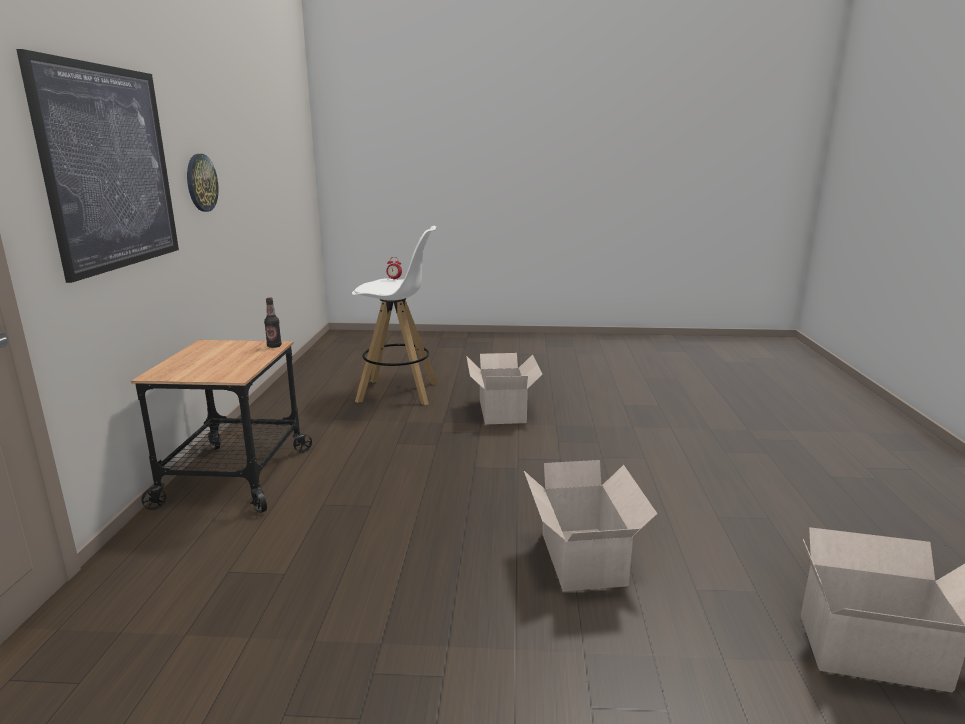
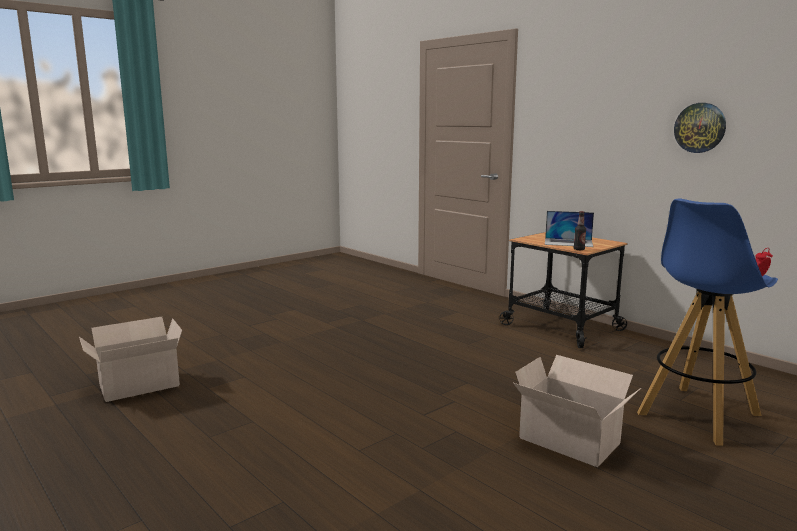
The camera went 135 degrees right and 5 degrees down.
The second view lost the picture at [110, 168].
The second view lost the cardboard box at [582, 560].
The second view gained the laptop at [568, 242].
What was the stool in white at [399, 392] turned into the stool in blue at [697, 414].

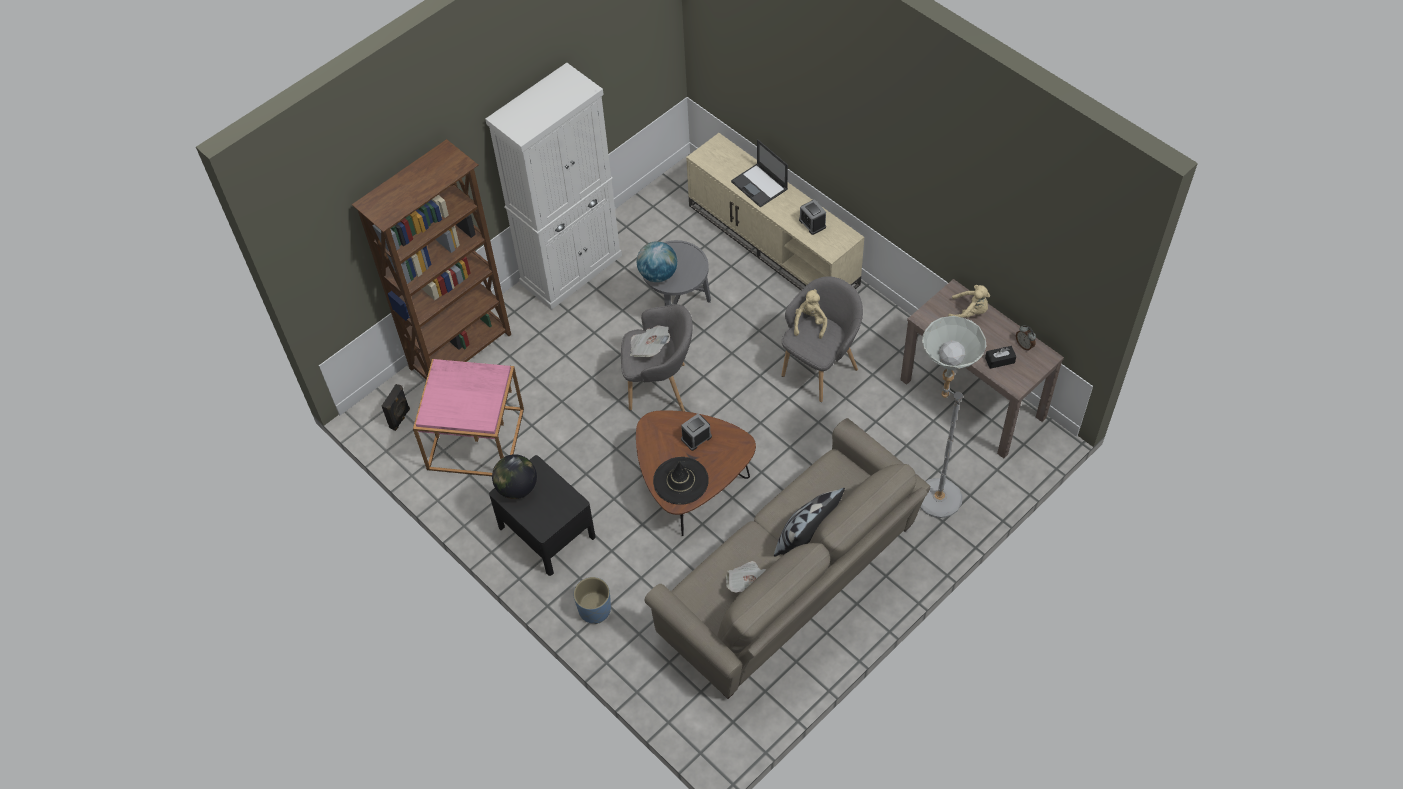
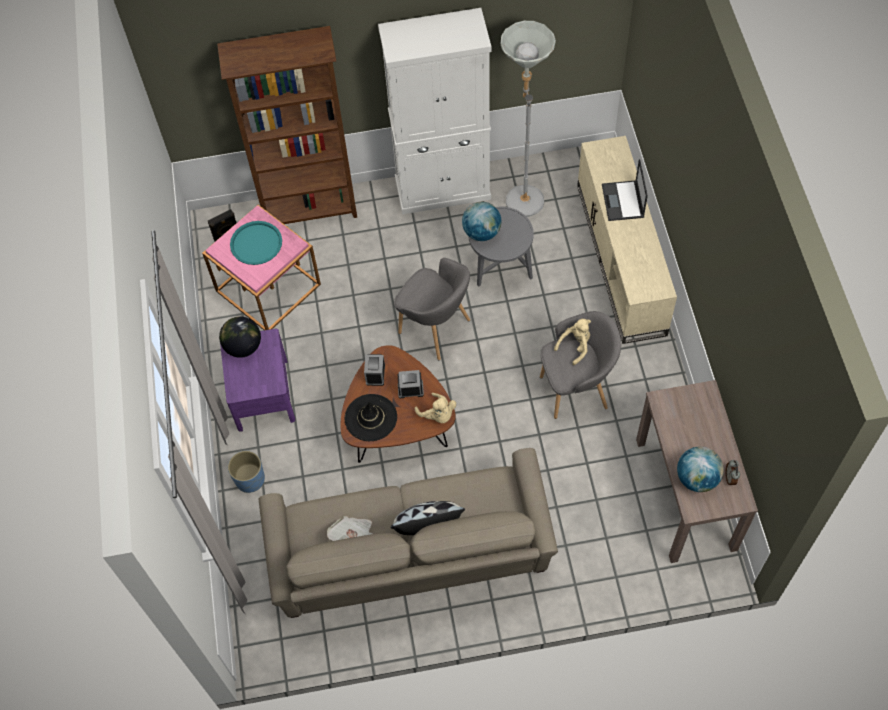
The camera went 35 degrees right and 5 degrees up.
The second view lost the newspaper at [649, 348].
The second view gained the tray in turquoise at [256, 243].
The alarm clock ended up elsewhere, having gone from [812, 223] to [375, 374].
The floor lamp in grey ended up elsewhere, having gone from [931, 492] to [523, 194].
The plush toy in beige ended up elsewhere, having gone from [970, 311] to [438, 415].
Where the tissue box in black stood at [999, 360], the globe came to stand at [697, 478].
What was the nightstand in black at [547, 532] turned into the nightstand in purple at [262, 394].

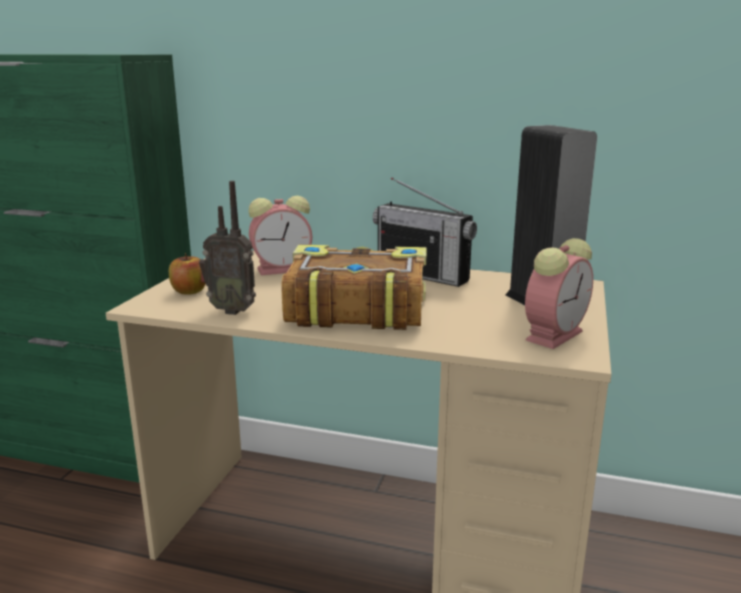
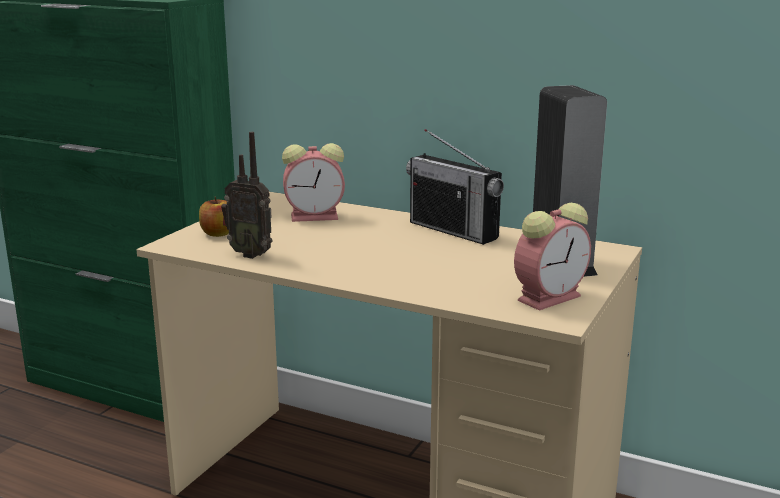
The camera went 10 degrees right and 0 degrees up.
The second view lost the book at [355, 307].

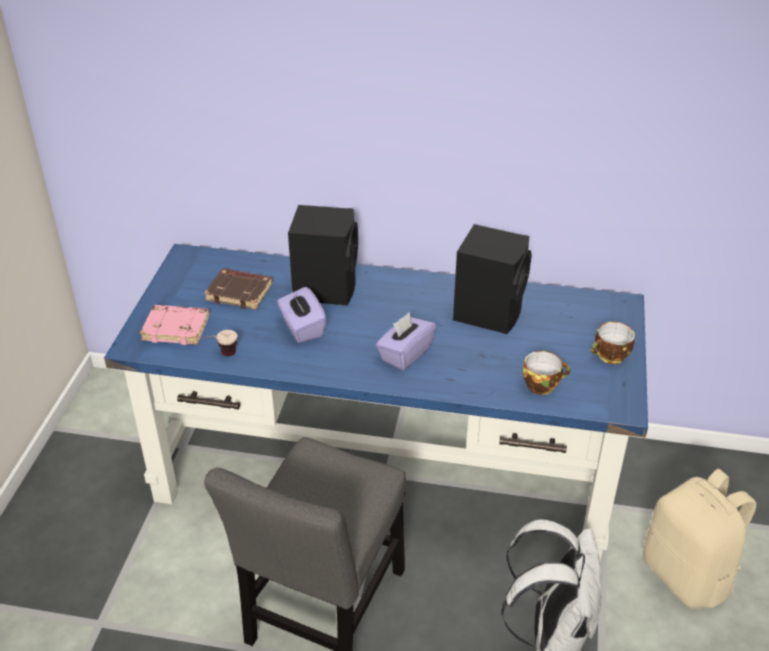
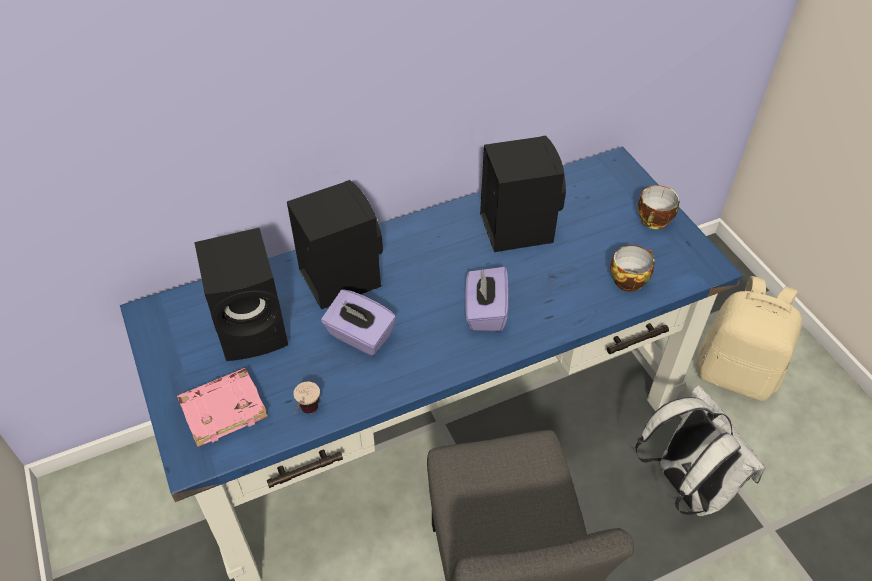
The camera went 35 degrees left and 10 degrees up.
Where the book in brown stood at [240, 292], the speaker in black came to stand at [254, 328].

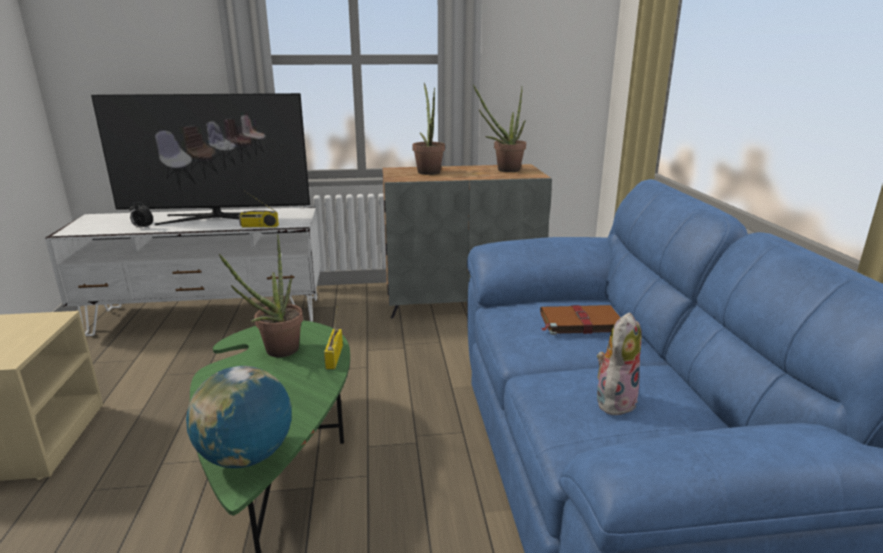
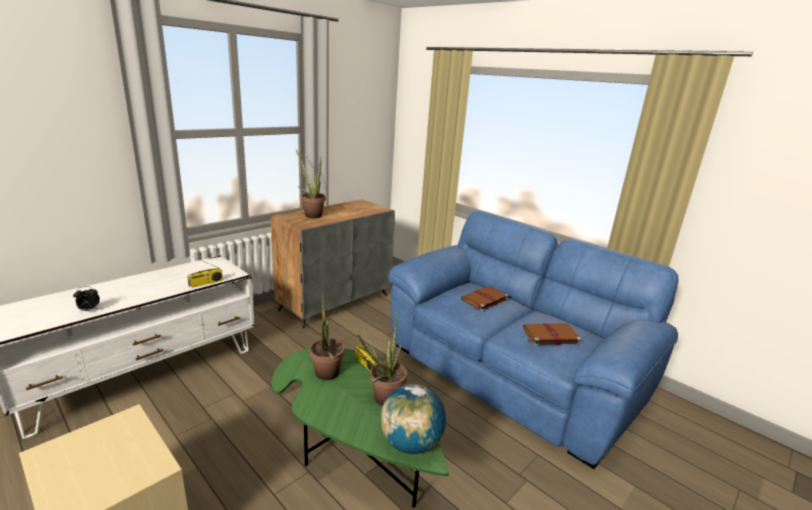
The camera went 40 degrees left and 0 degrees up.
The second view lost the television at [216, 218].
The potted plant ended up elsewhere, having gone from [503, 170] to [382, 401].
Where the plush toy stood at [614, 400], the book in brown came to stand at [549, 336].

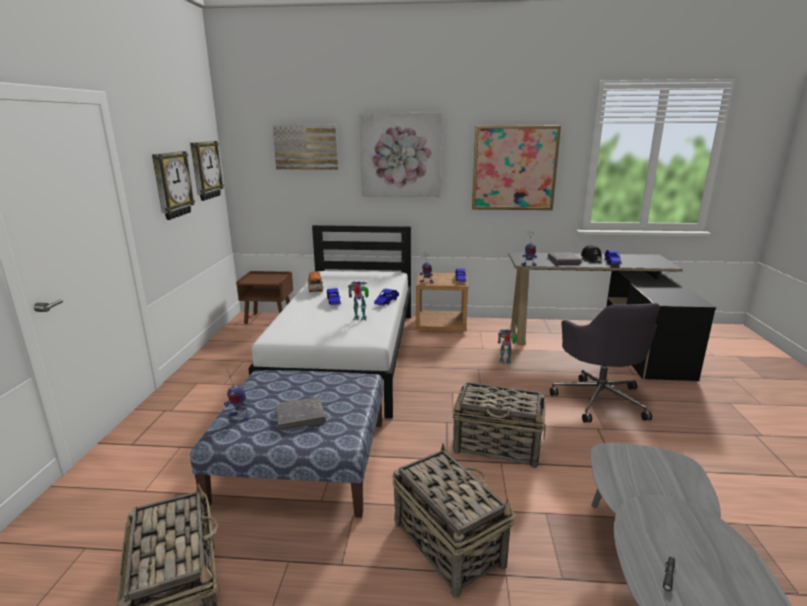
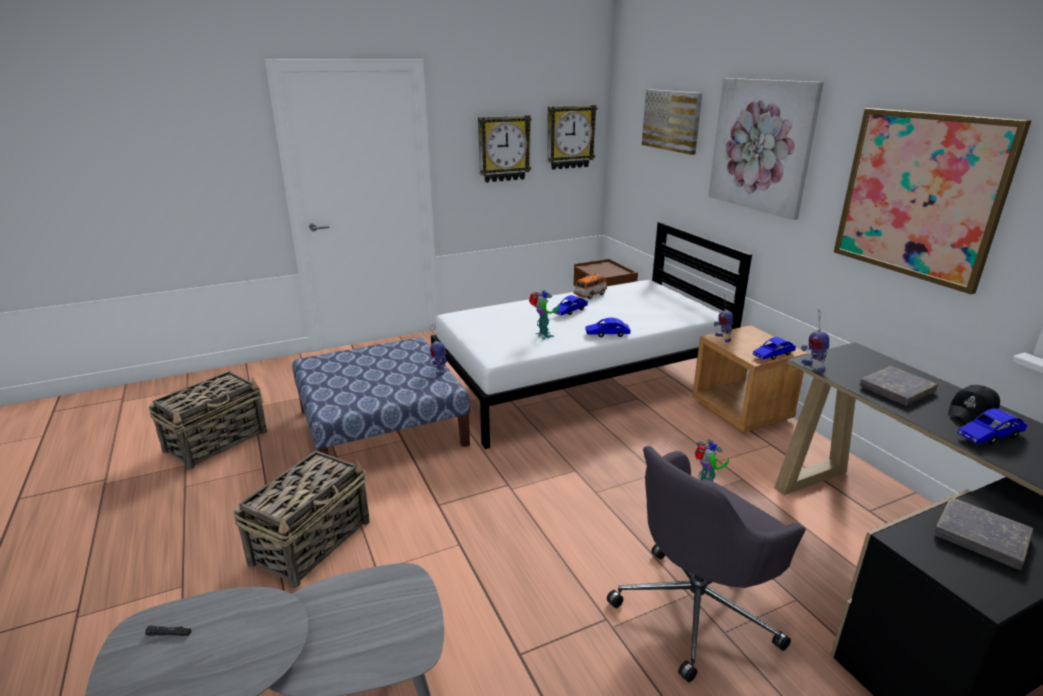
The camera went 60 degrees right and 5 degrees up.
The second view lost the basket at [498, 446].
The toy robot ended up elsewhere, having gone from [239, 416] to [439, 370].
The book in grey ended up elsewhere, having gone from [300, 416] to [980, 537].

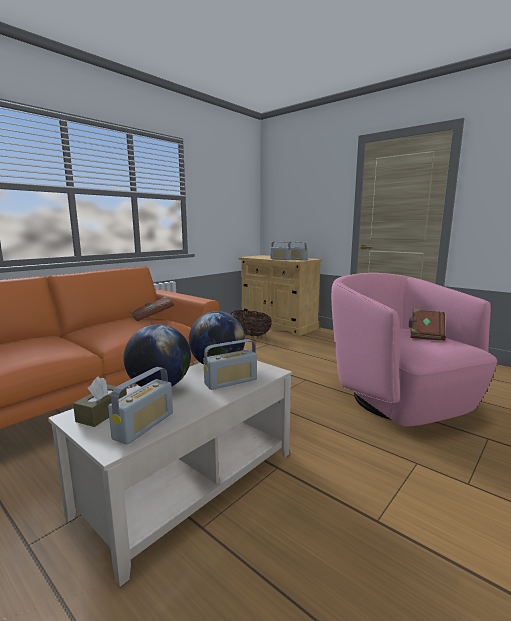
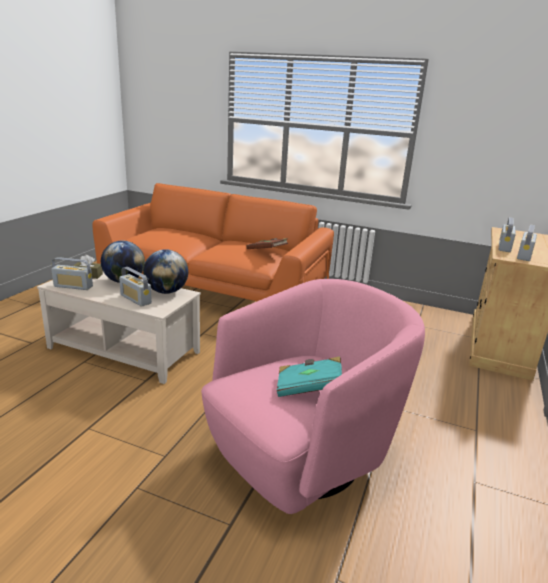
The camera went 70 degrees right and 10 degrees up.
The second view lost the basket at [249, 335].
What was the book in brown at [425, 334] turned into the book in turquoise at [308, 388].

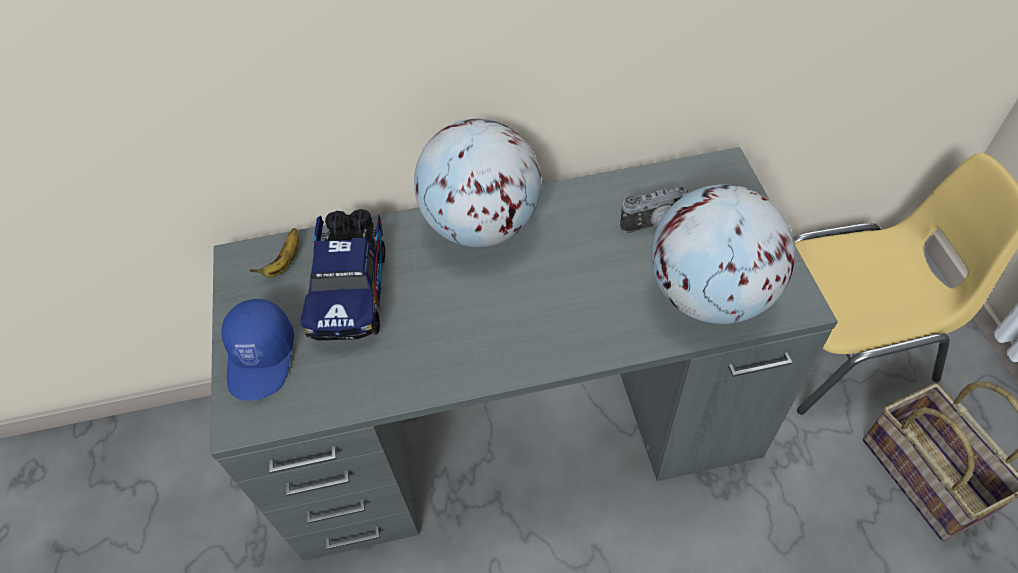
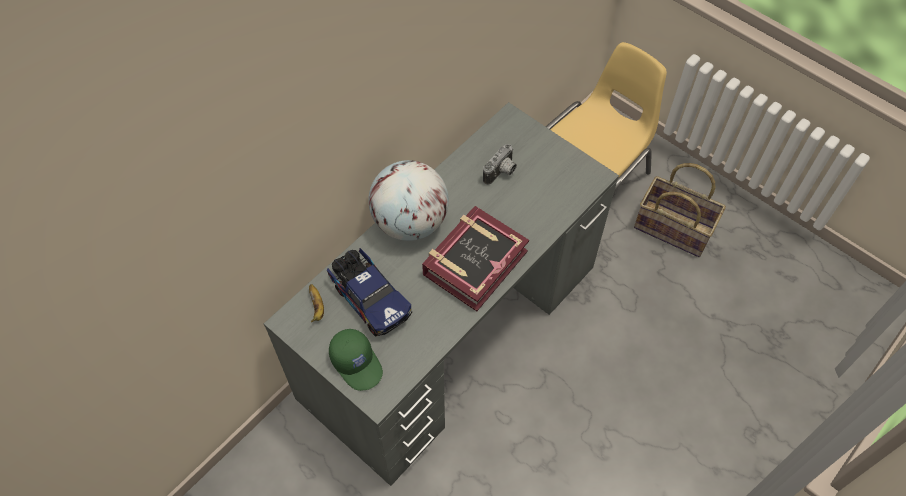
The camera went 40 degrees left and 5 degrees up.
The second view lost the globe at [710, 295].
The second view gained the book at [474, 262].
What was the cap in blue at [262, 358] turned into the cap in green at [357, 363].

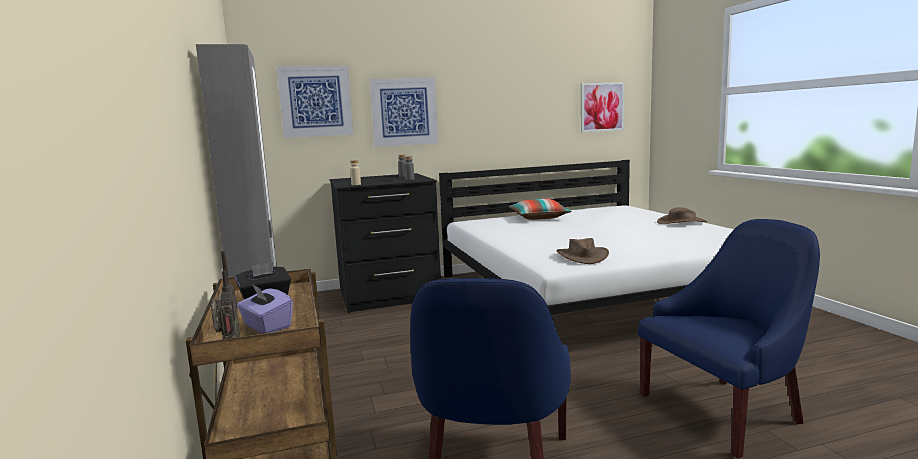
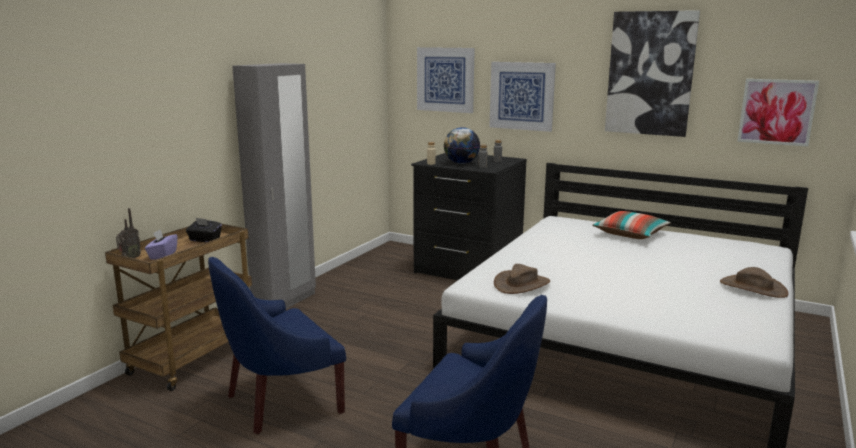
The camera went 45 degrees right and 5 degrees up.
The second view gained the globe at [461, 163].
The second view gained the picture at [650, 73].

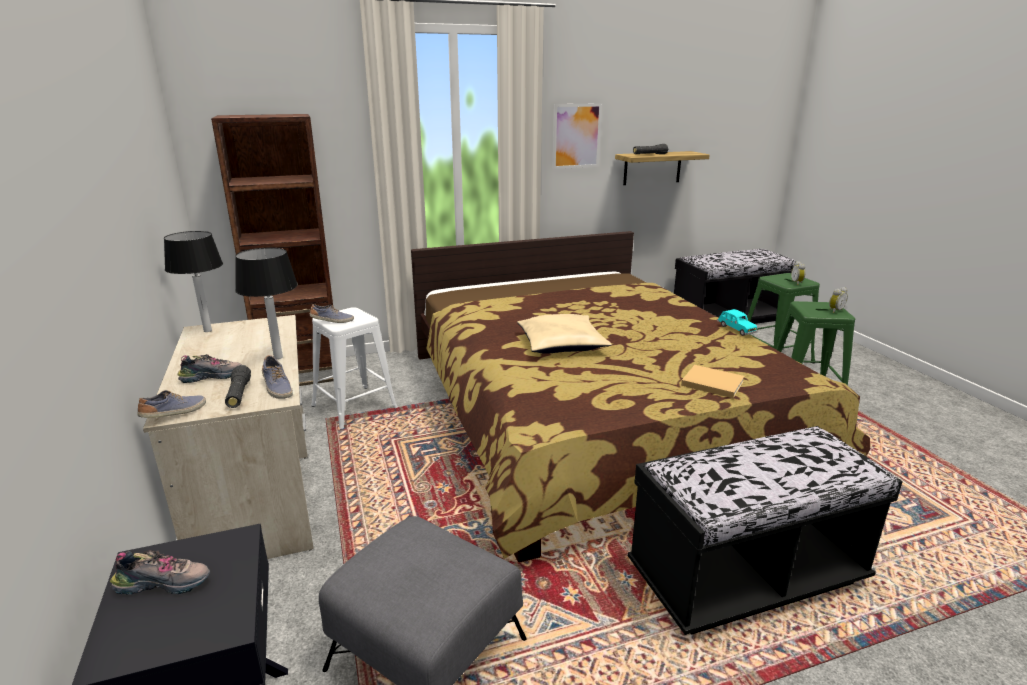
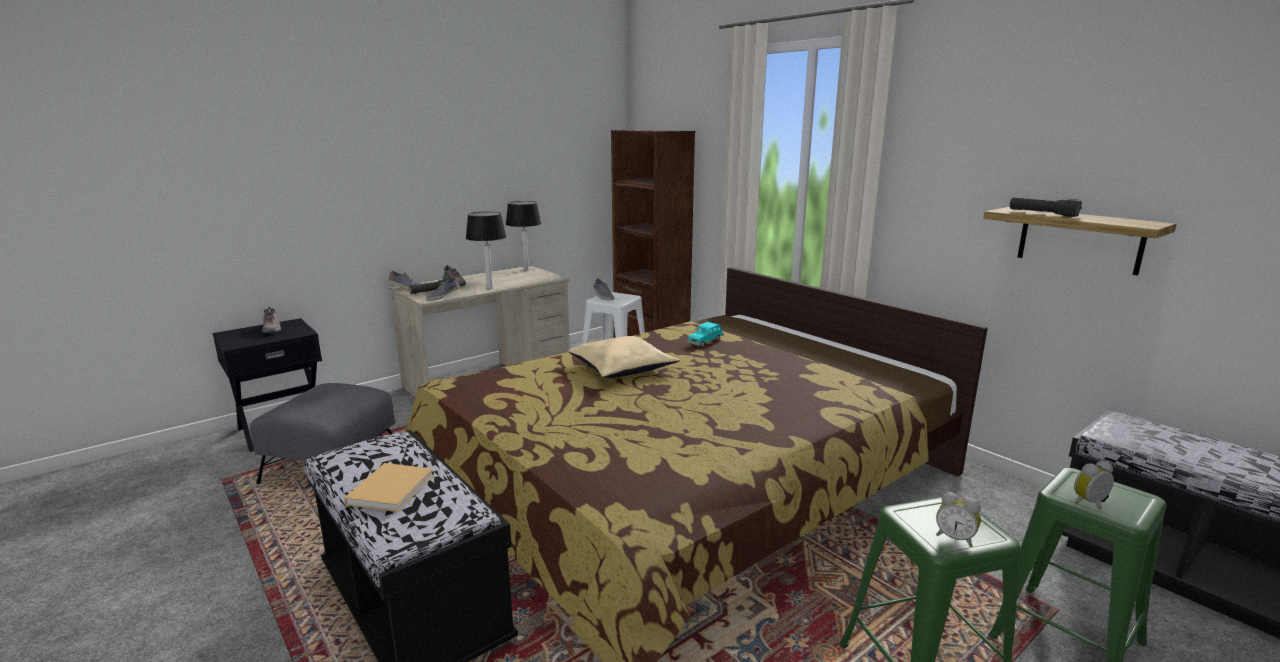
The camera went 70 degrees right and 5 degrees down.
The second view lost the picture at [576, 136].
The book in beige ended up elsewhere, having gone from [710, 383] to [392, 488].
The toy car in turquoise ended up elsewhere, having gone from [735, 329] to [705, 342].

